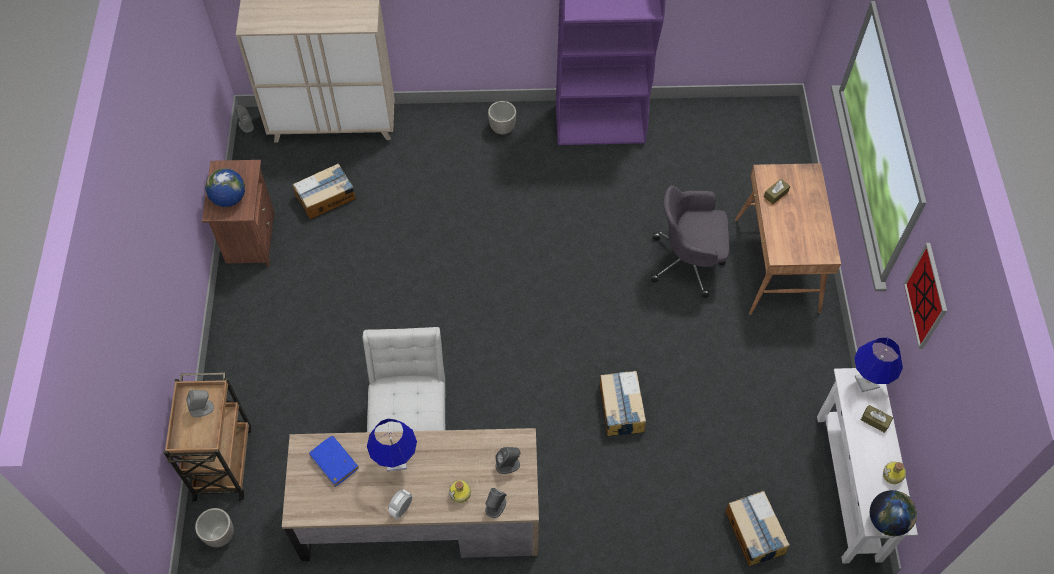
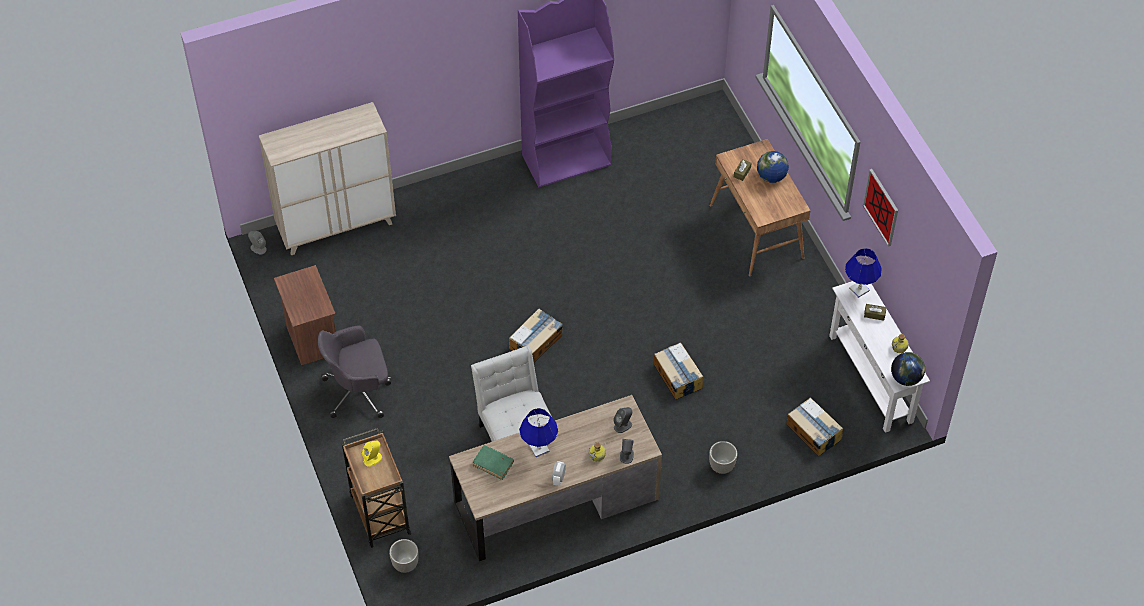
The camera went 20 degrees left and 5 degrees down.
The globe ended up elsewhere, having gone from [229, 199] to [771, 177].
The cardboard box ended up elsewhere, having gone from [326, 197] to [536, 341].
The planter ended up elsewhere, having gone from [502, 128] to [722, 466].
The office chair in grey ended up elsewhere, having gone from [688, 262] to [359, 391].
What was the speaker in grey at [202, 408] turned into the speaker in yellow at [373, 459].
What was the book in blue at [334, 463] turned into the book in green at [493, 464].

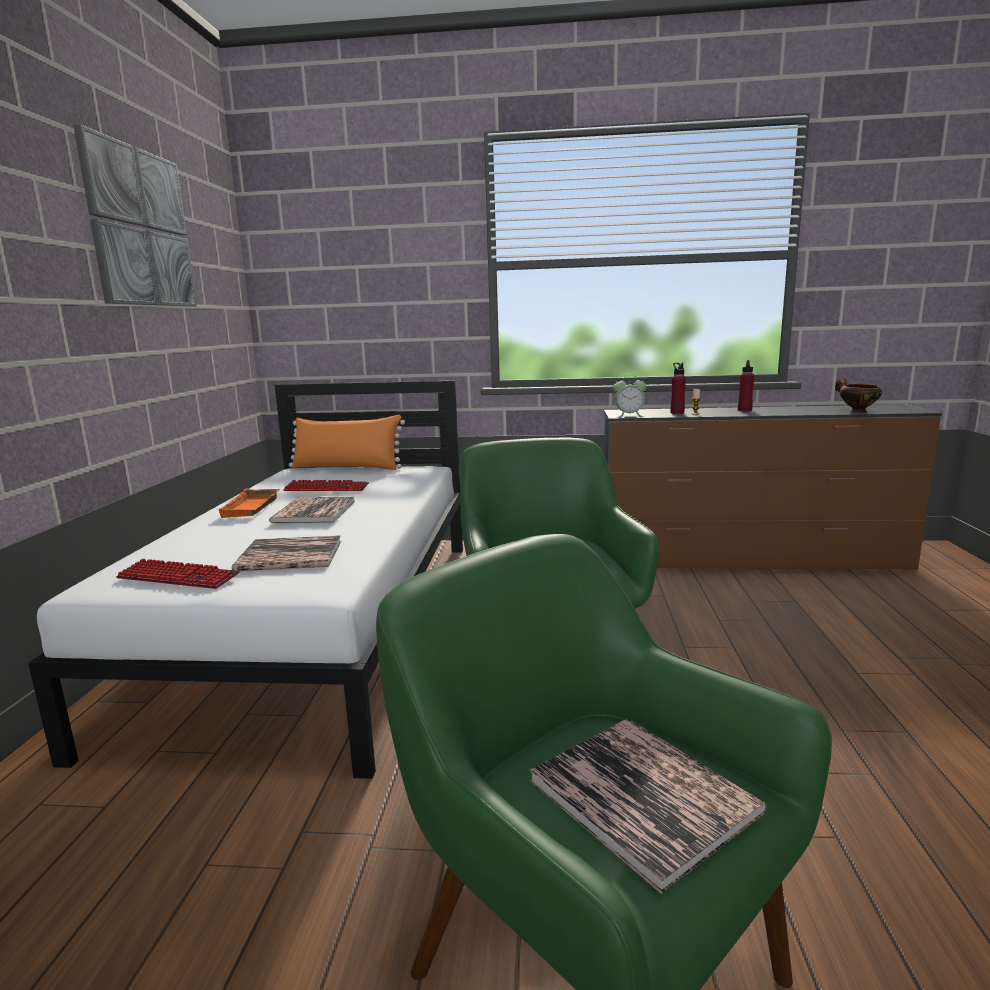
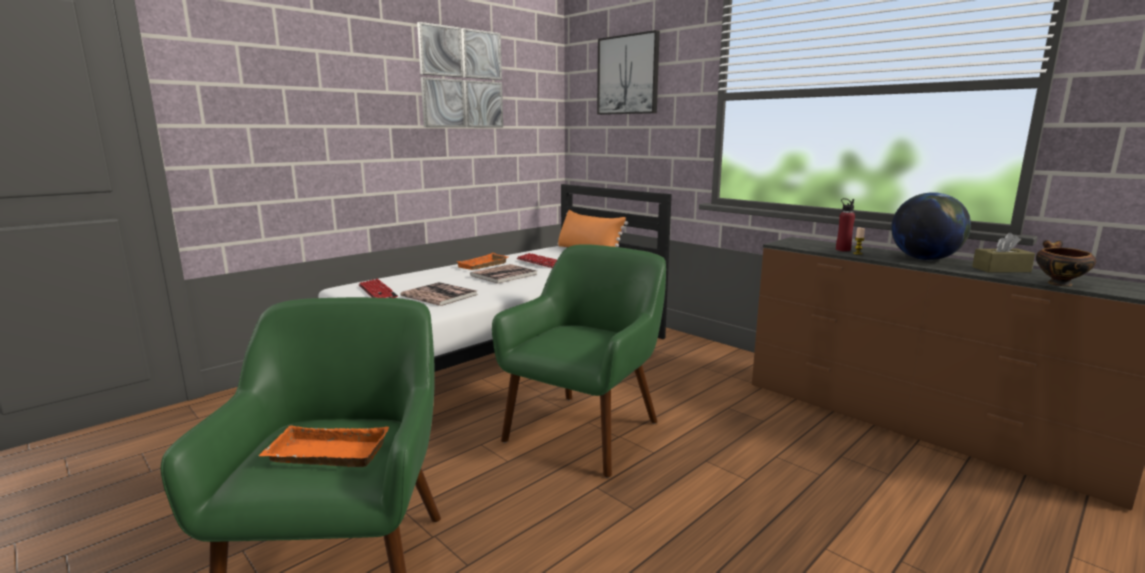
The camera went 40 degrees right and 0 degrees up.
The second view lost the alarm clock at [629, 416].
The second view gained the picture at [628, 75].
The second view gained the tissue box in brown at [1001, 269].
Where the book stood at [642, 796], the tray in orange came to stand at [325, 455].
Where the bottle in red stood at [744, 410], the globe came to stand at [924, 259].

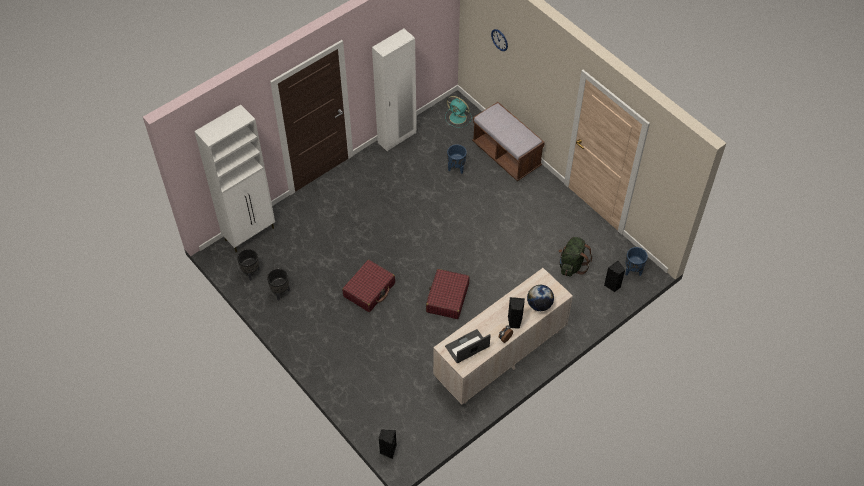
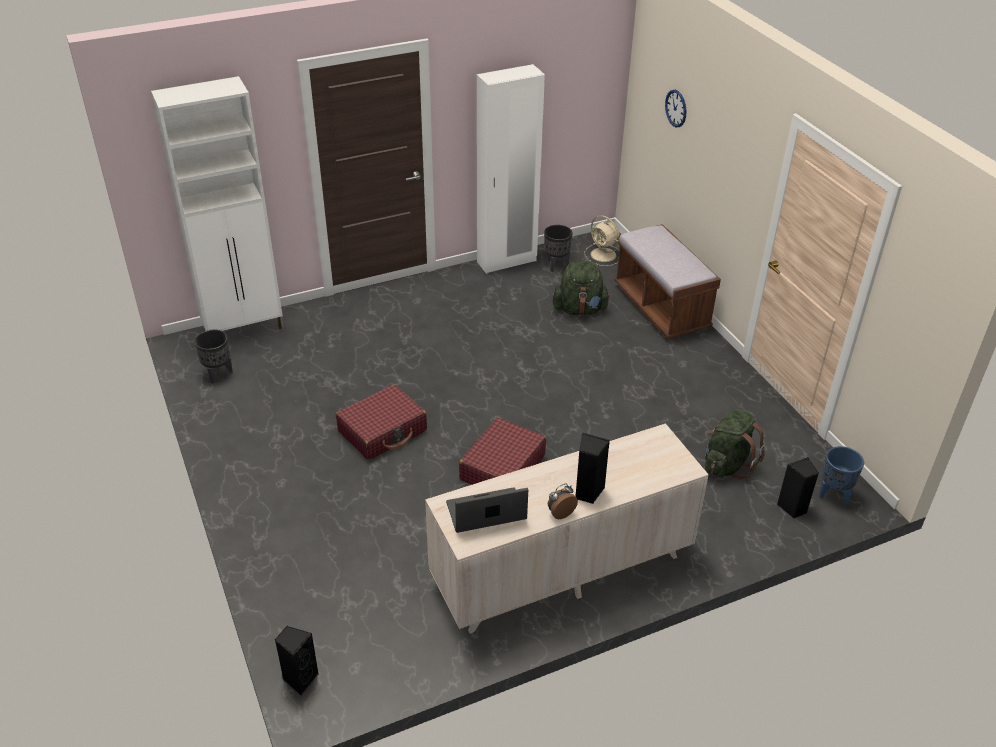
The camera went 15 degrees right and 15 degrees down.
The second view lost the globe at [539, 305].
The planter in black ended up elsewhere, having gone from [280, 292] to [556, 265].
Where the planter in blue stood at [456, 168], the backpack in green came to stand at [580, 309].
What was the fan in turquoise at [458, 118] turned into the fan in beige at [604, 255].

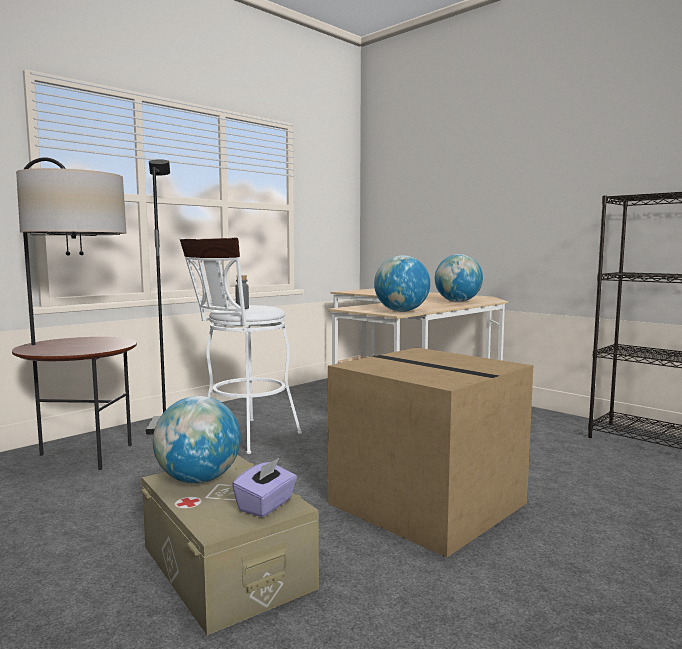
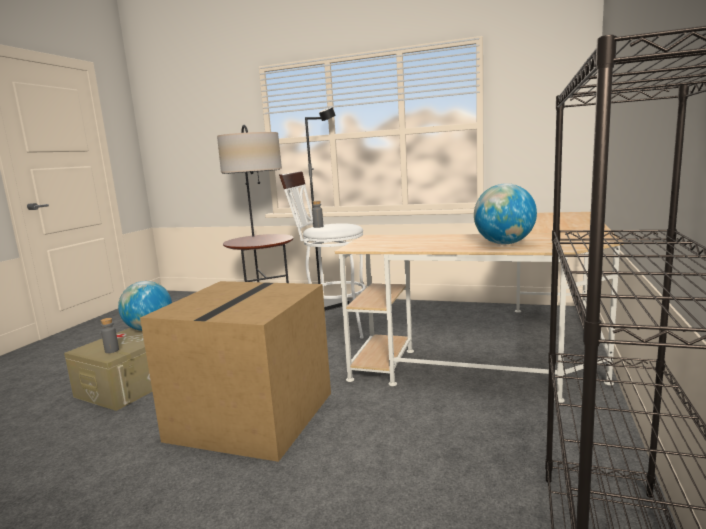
The camera went 65 degrees right and 5 degrees up.
The second view lost the globe at [401, 311].
Where the tissue box in purple stood at [266, 505], the bottle in grey came to stand at [112, 350].

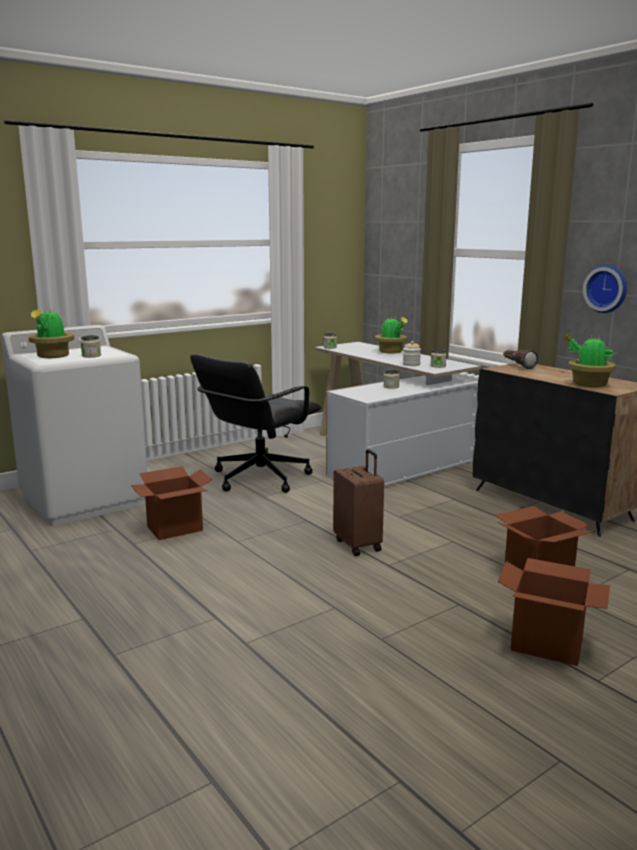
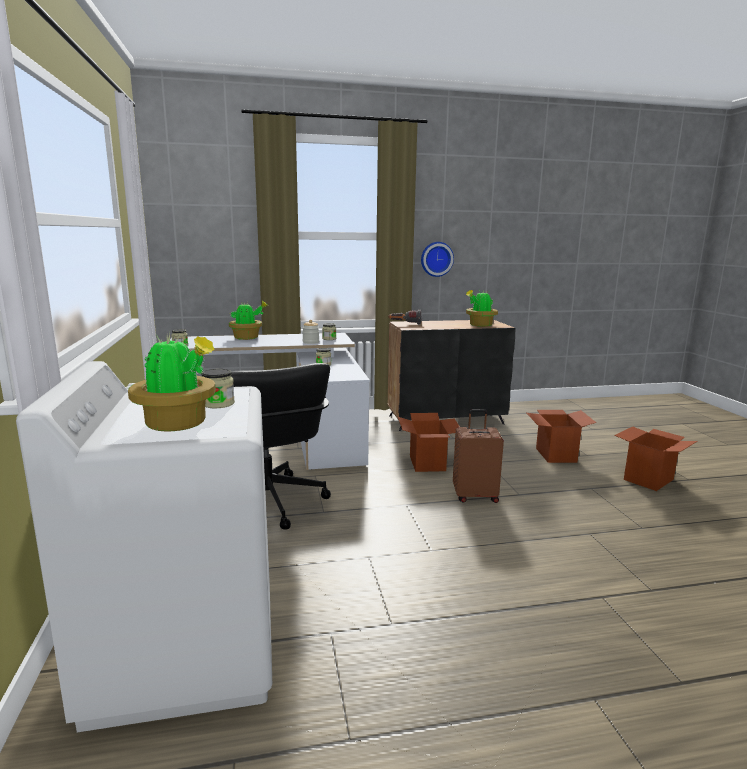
The camera went 65 degrees left and 0 degrees up.
The cardboard box ended up elsewhere, having gone from [174, 529] to [427, 463].

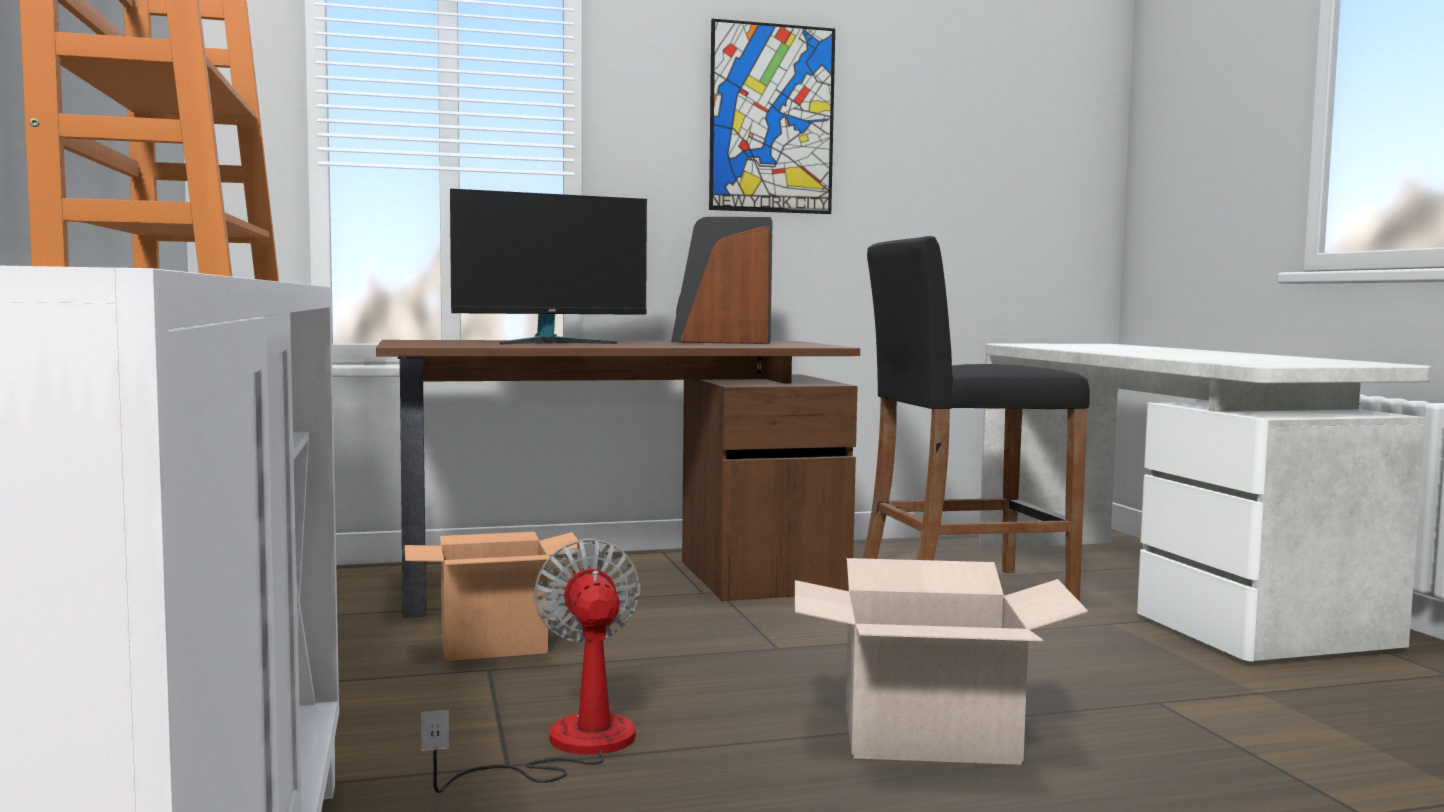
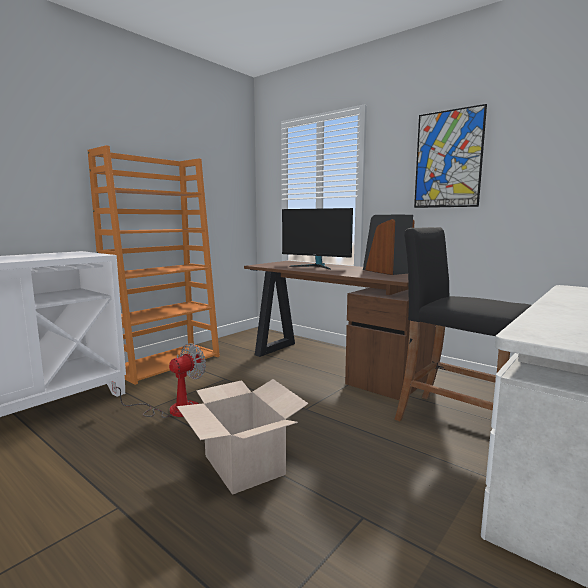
The camera went 55 degrees right and 5 degrees up.
The second view lost the cardboard box at [492, 646].

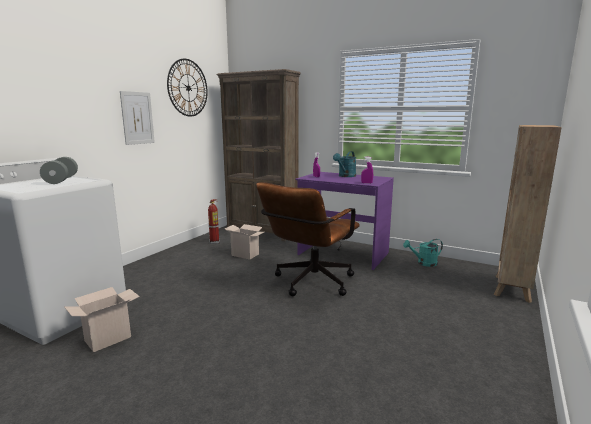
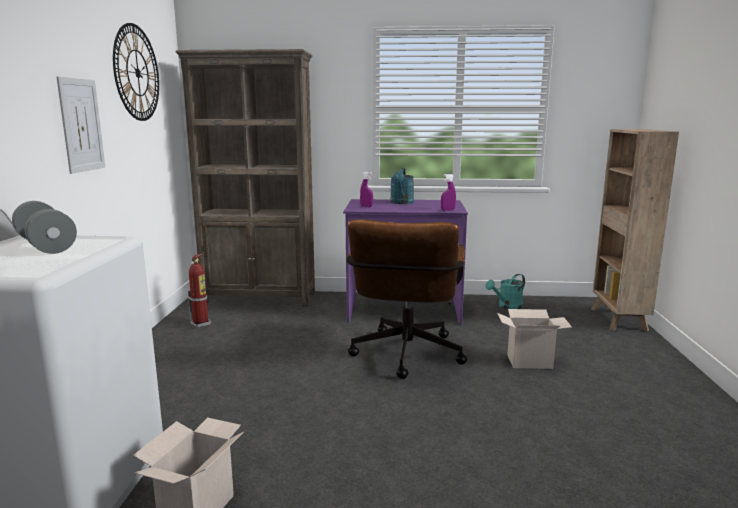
The camera went 25 degrees left and 0 degrees up.
The cardboard box ended up elsewhere, having gone from [246, 254] to [530, 361].

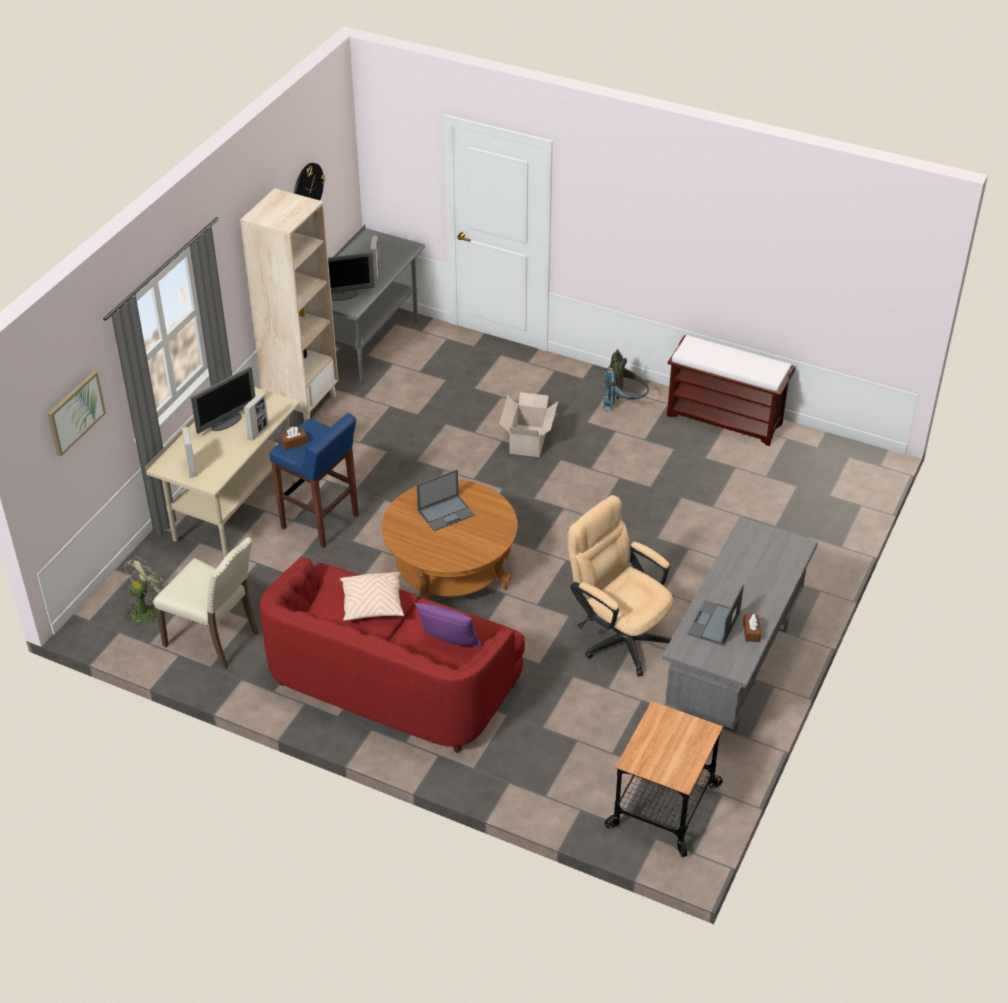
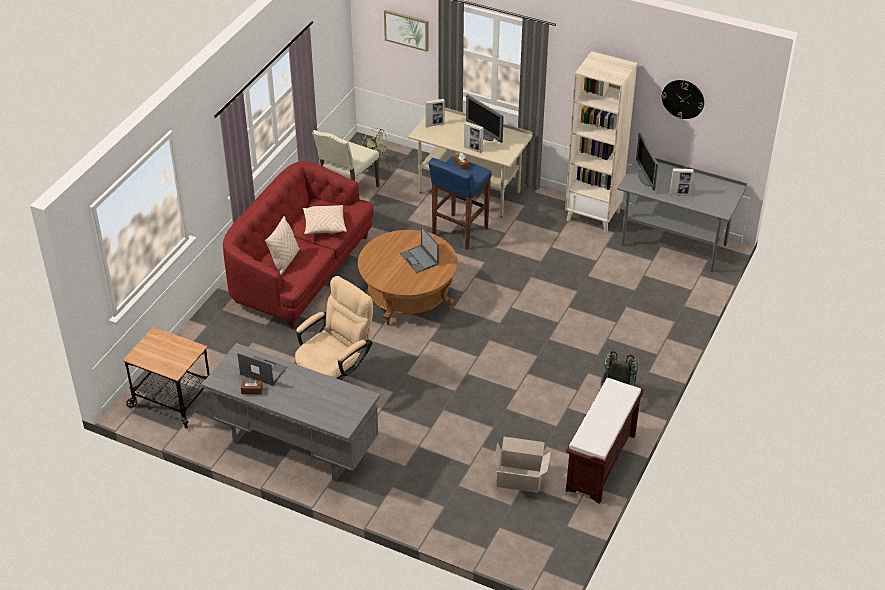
The camera went 90 degrees right and 0 degrees up.
The cardboard box ended up elsewhere, having gone from [529, 440] to [520, 479].
What was the pillow in purple at [449, 643] turned into the pillow in beige at [285, 261].

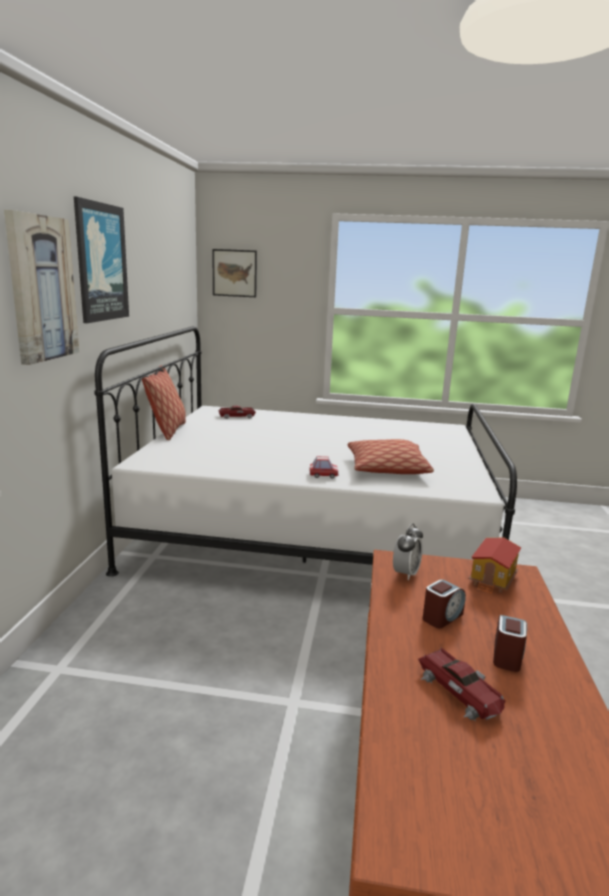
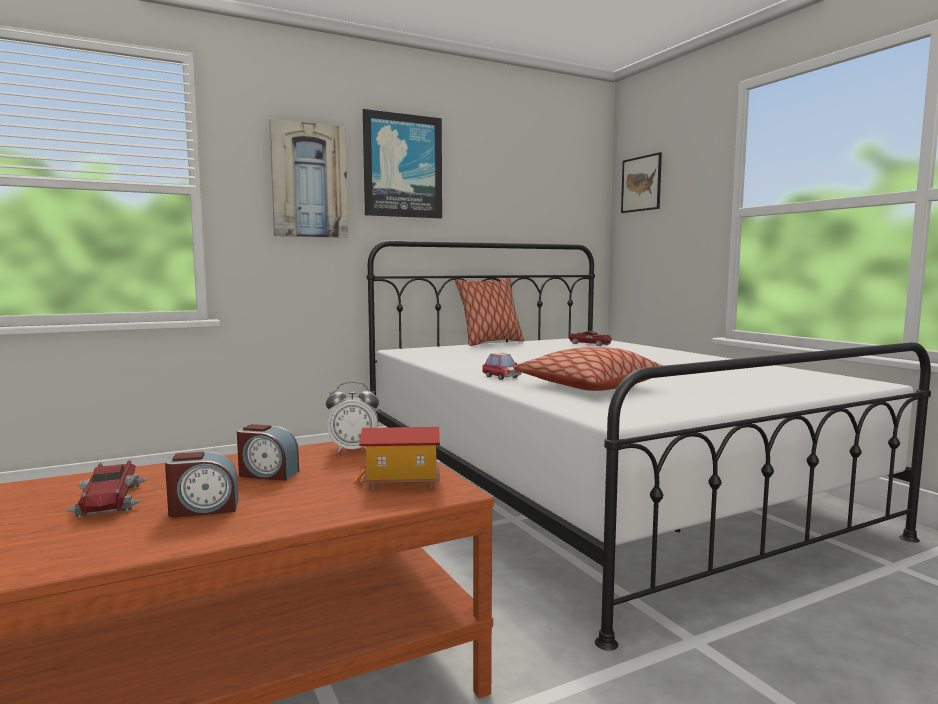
The camera went 55 degrees right and 10 degrees down.
The toy car at [460, 691] ended up facing another way, 45 degrees counterclockwise from before.

